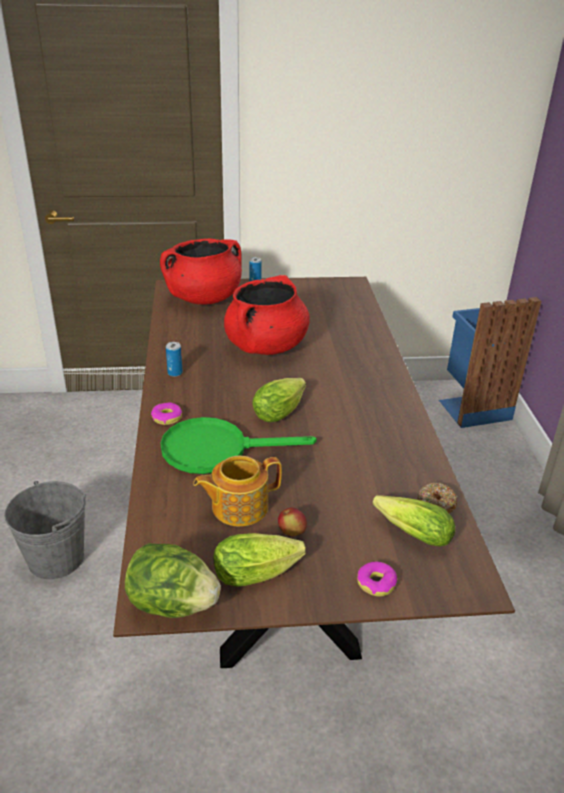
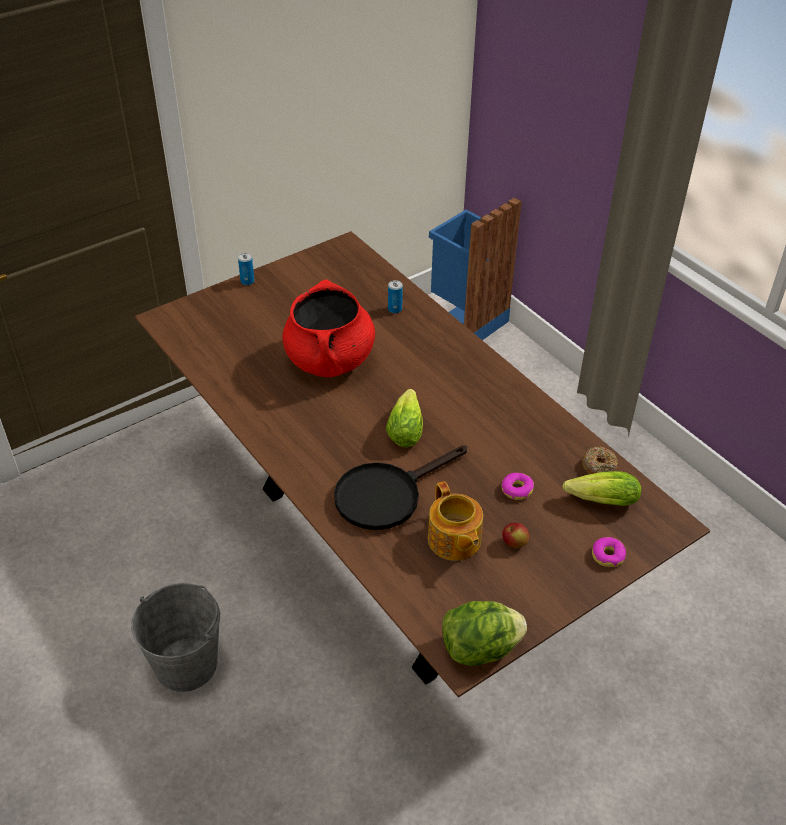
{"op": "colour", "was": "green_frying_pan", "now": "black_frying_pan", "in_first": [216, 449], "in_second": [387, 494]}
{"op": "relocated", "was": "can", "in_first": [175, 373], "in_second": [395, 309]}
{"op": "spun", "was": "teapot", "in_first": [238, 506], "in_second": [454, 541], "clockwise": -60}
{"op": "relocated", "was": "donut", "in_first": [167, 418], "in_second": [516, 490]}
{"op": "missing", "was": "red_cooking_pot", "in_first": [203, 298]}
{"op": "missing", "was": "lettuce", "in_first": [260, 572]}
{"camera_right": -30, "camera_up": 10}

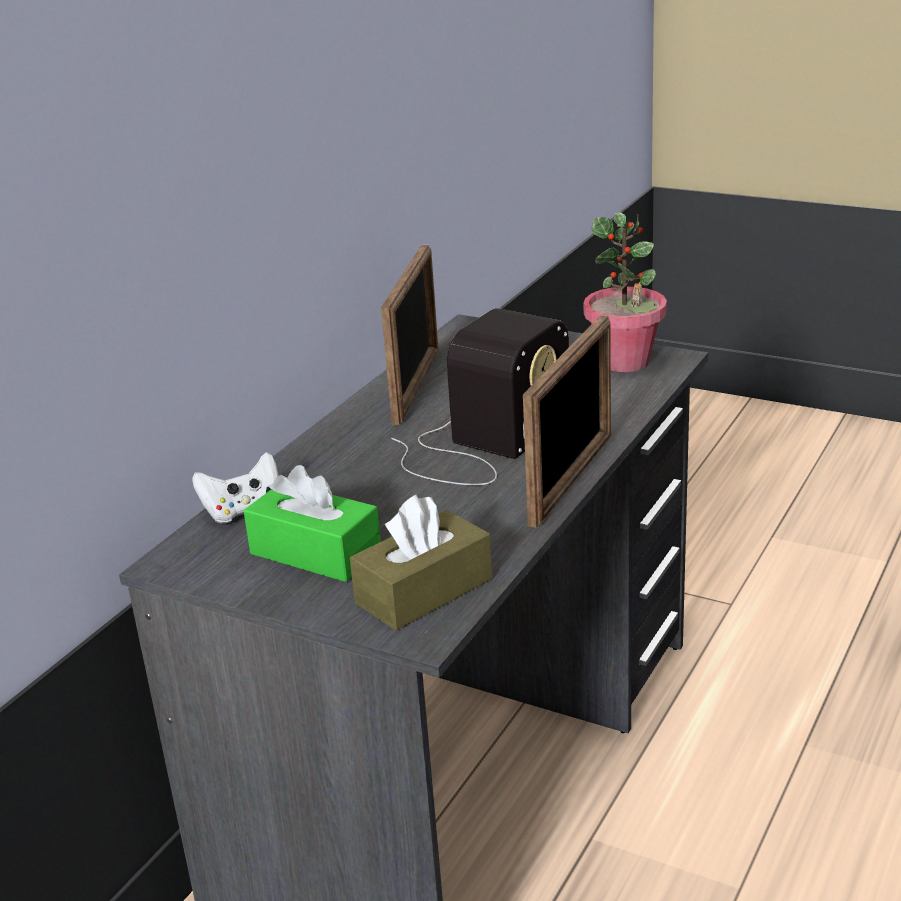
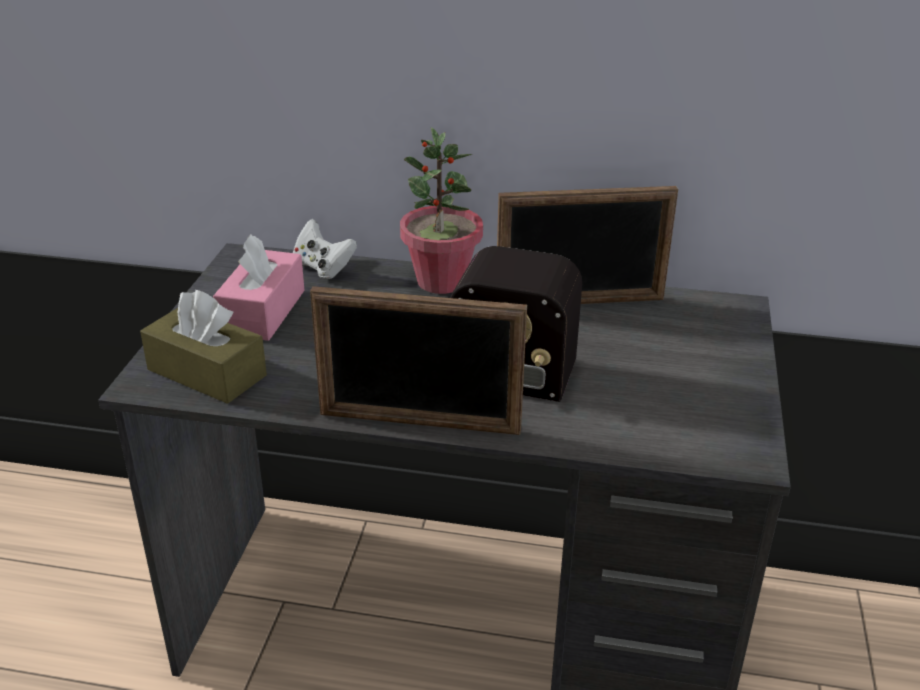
{"op": "colour", "was": "green_tissue_box", "now": "pink_tissue_box", "in_first": [315, 552], "in_second": [262, 312]}
{"op": "relocated", "was": "potted_plant", "in_first": [625, 362], "in_second": [441, 282]}
{"camera_right": 70, "camera_up": 5}

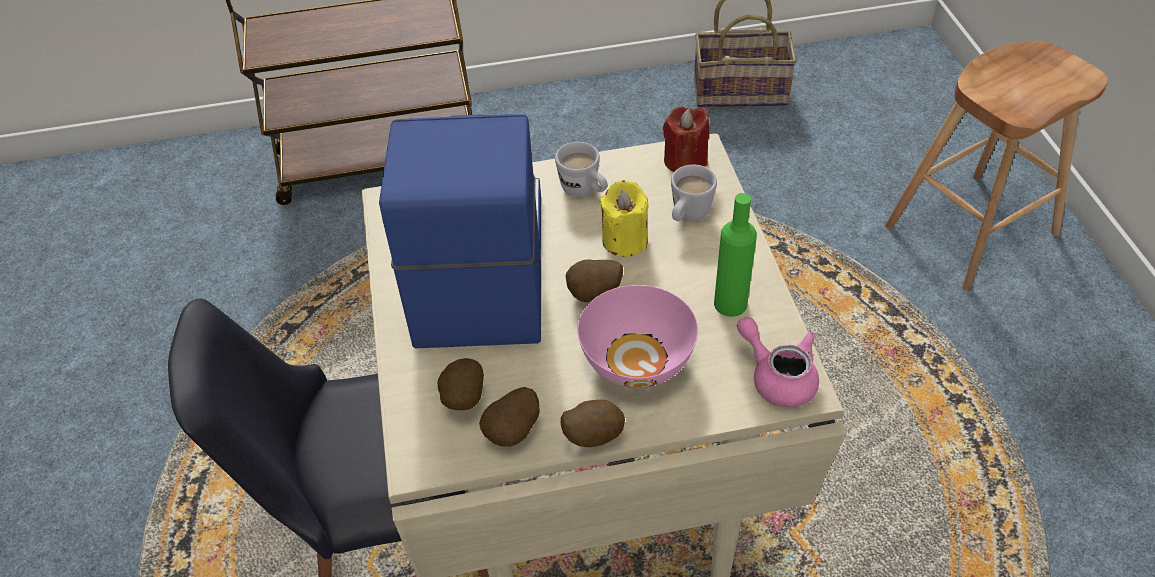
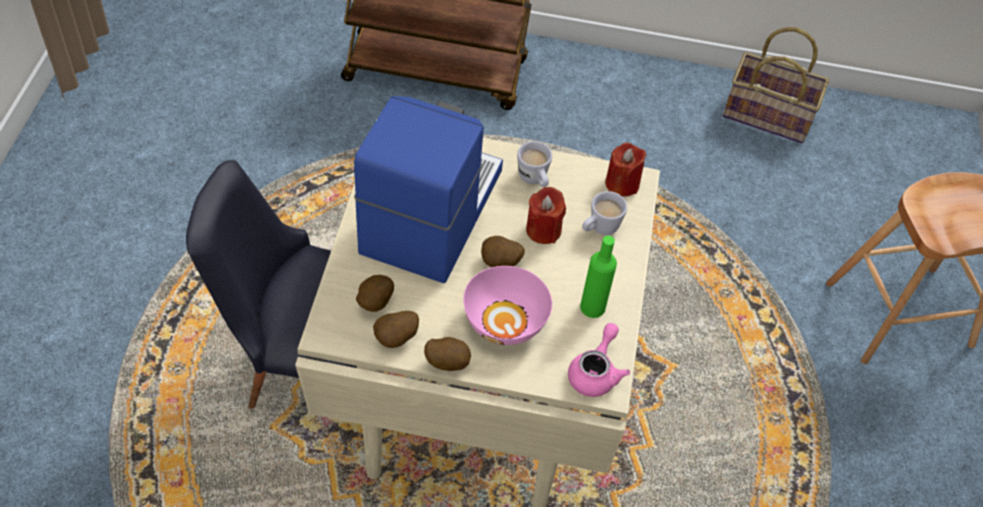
{"op": "colour", "was": "yellow_candle", "now": "red_candle", "in_first": [624, 240], "in_second": [543, 230]}
{"op": "spun", "was": "pink_teapot", "in_first": [778, 376], "in_second": [595, 372], "clockwise": 45}
{"camera_right": 15, "camera_up": 5}

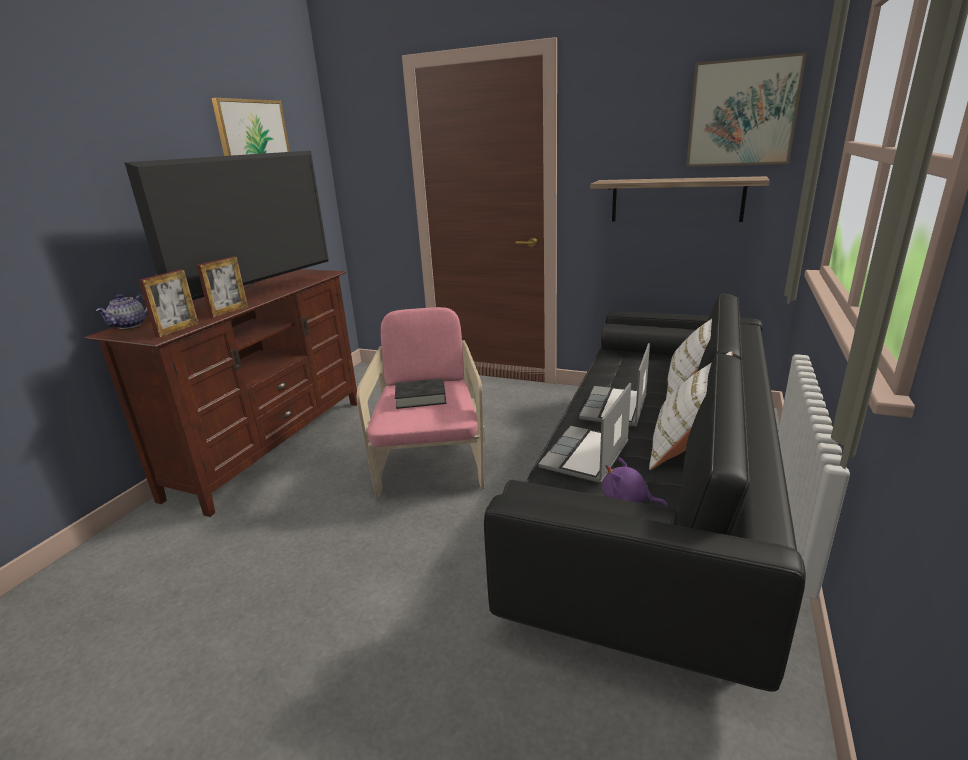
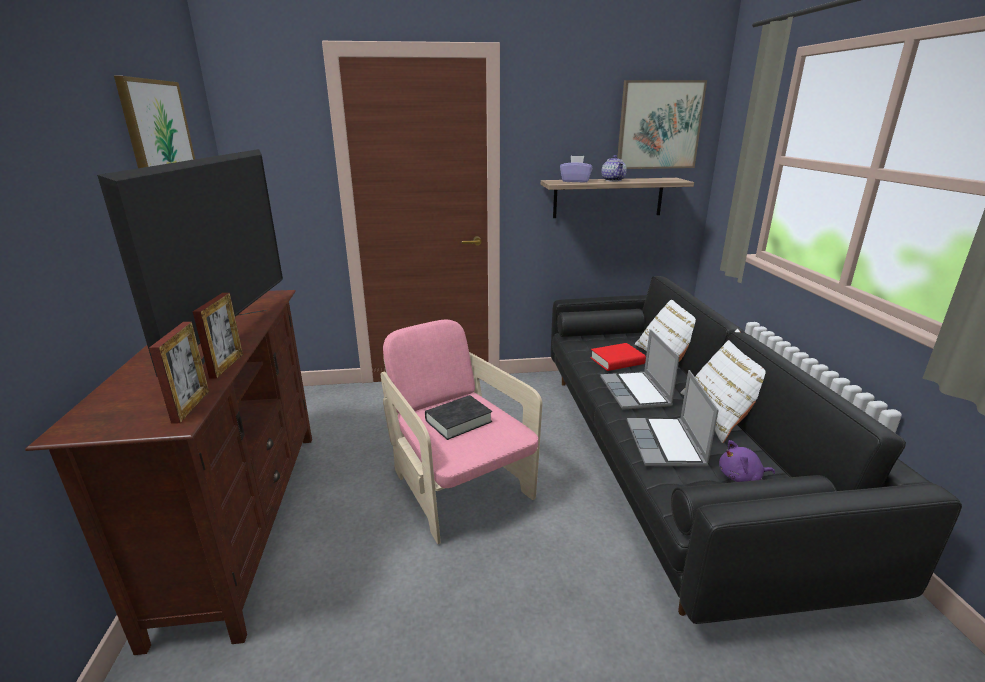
{"op": "appeared", "now": "purple_tissue_box", "in_second": [575, 181]}
{"op": "appeared", "now": "red_book", "in_second": [617, 361]}
{"op": "relocated", "was": "teapot", "in_first": [130, 325], "in_second": [613, 180]}
{"camera_right": -30, "camera_up": 0}

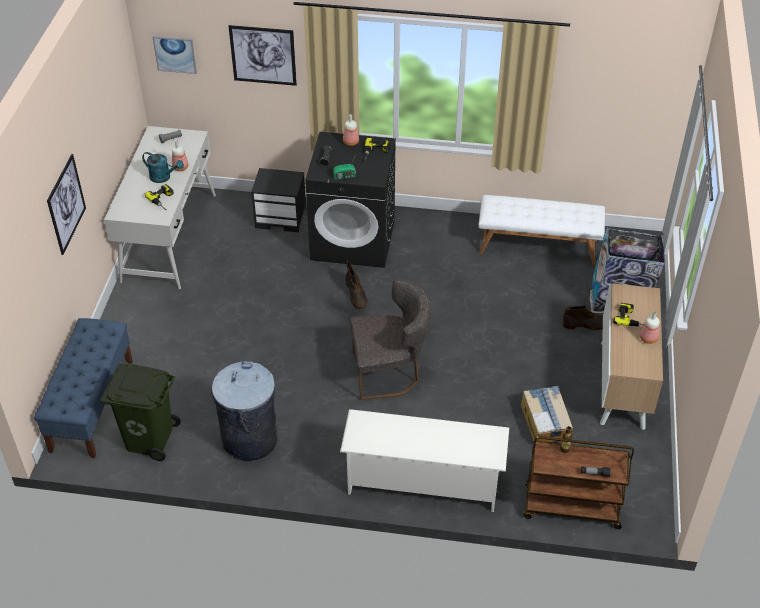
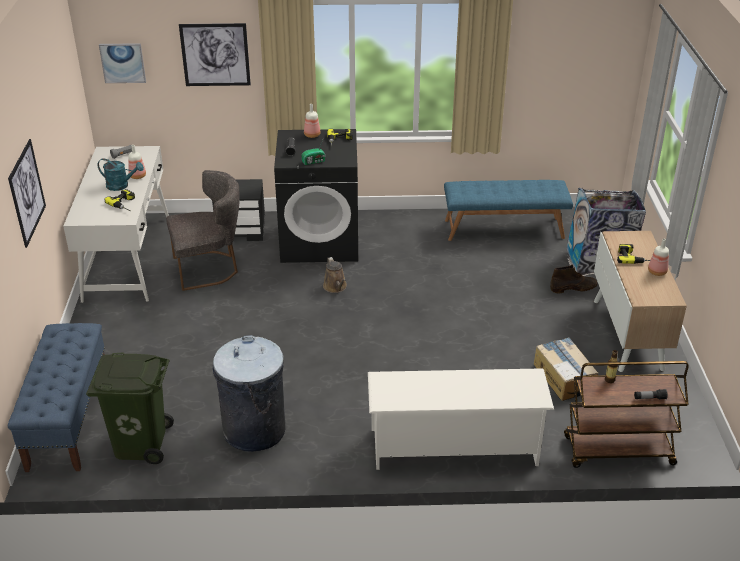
{"op": "relocated", "was": "grey_chair", "in_first": [389, 372], "in_second": [209, 268]}
{"op": "exchanged", "was": "brown_boot", "now": "brown_watering_can", "in_first": [356, 295], "in_second": [335, 287]}
{"op": "colour", "was": "white_bench", "now": "blue_bench", "in_first": [538, 246], "in_second": [504, 228]}
{"camera_right": -10, "camera_up": -10}

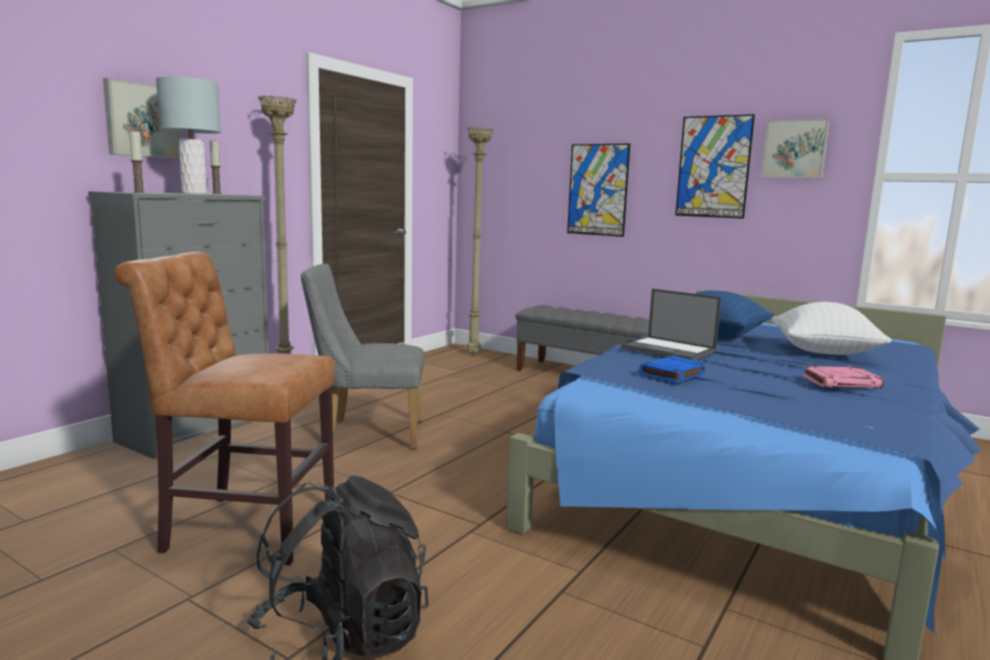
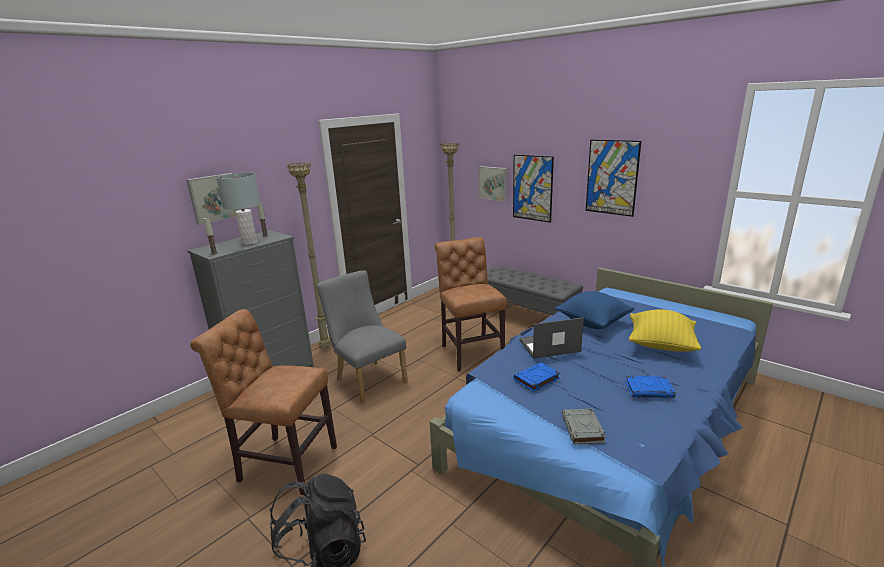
{"op": "spun", "was": "grey_chair", "in_first": [366, 433], "in_second": [368, 379], "clockwise": 45}
{"op": "appeared", "now": "brown_chair", "in_second": [471, 352]}
{"op": "relocated", "was": "picture", "in_first": [795, 149], "in_second": [493, 183]}
{"op": "spun", "was": "laptop", "in_first": [669, 350], "in_second": [548, 346], "clockwise": 120}
{"op": "appeared", "now": "grey_book", "in_second": [583, 429]}
{"op": "colour", "was": "pink_book", "now": "blue_book", "in_first": [841, 382], "in_second": [649, 390]}
{"op": "colour", "was": "white_pillow", "now": "yellow_pillow", "in_first": [823, 353], "in_second": [660, 346]}
{"camera_right": 10, "camera_up": 10}

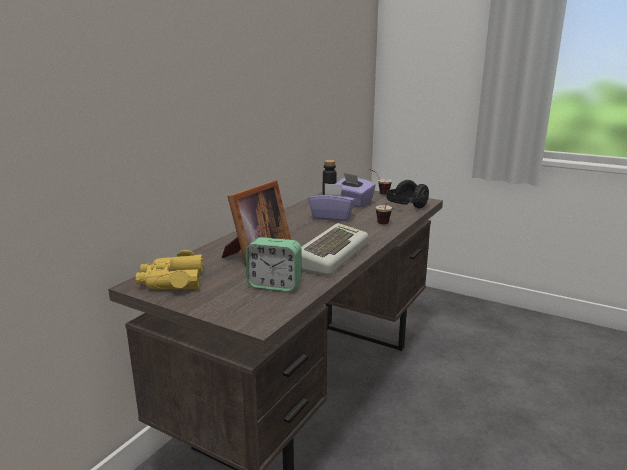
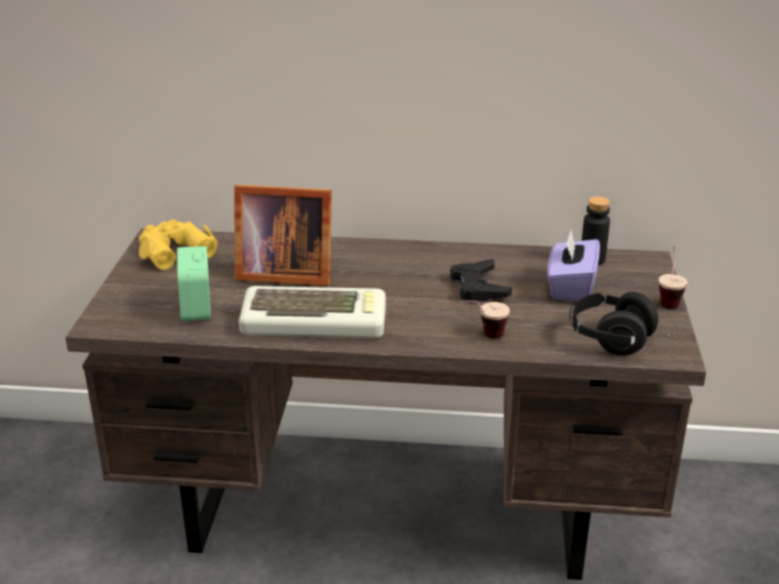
{"op": "exchanged", "was": "purple_tissue_box", "now": "black_game_controller", "in_first": [332, 217], "in_second": [478, 287]}
{"camera_right": 65, "camera_up": 10}

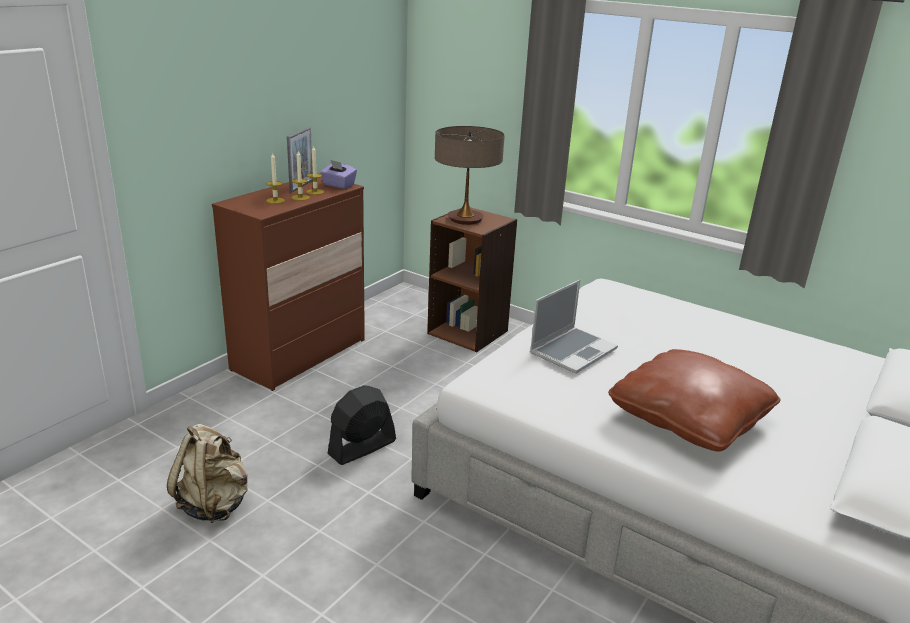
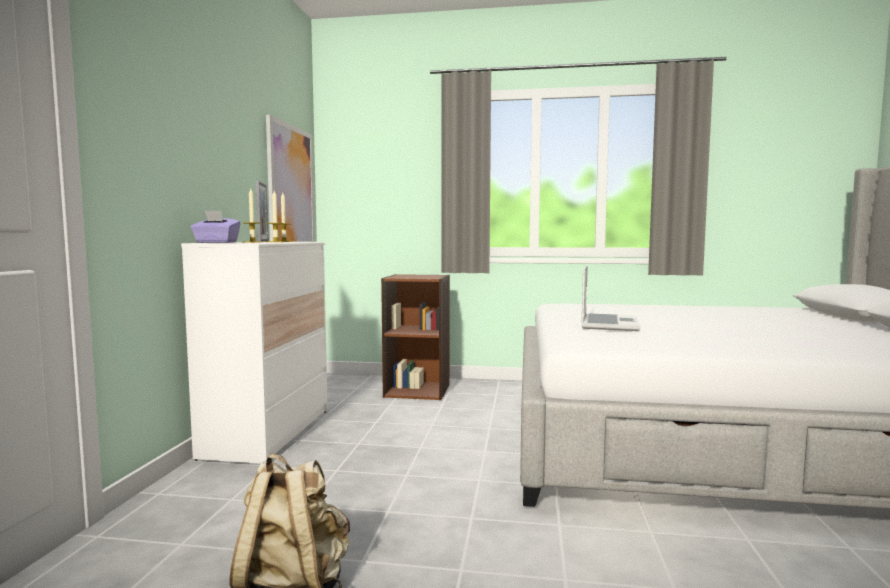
{"op": "colour", "was": "brown_dresser", "now": "white_dresser", "in_first": [299, 355], "in_second": [268, 433]}
{"op": "relocated", "was": "purple_tissue_box", "in_first": [338, 185], "in_second": [216, 242]}
{"op": "appeared", "now": "picture", "in_second": [291, 186]}
{"op": "missing", "was": "black_fan", "in_first": [362, 447]}
{"op": "missing", "was": "table_lamp", "in_first": [465, 219]}
{"op": "missing", "was": "brown_pillow", "in_first": [688, 418]}
{"camera_right": -25, "camera_up": -20}

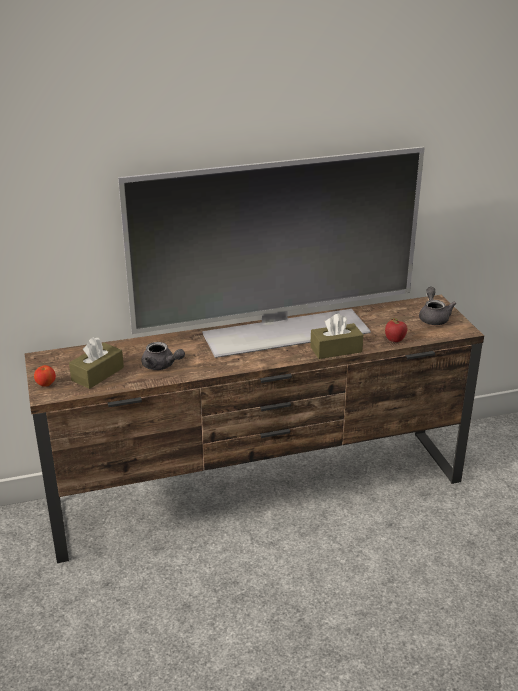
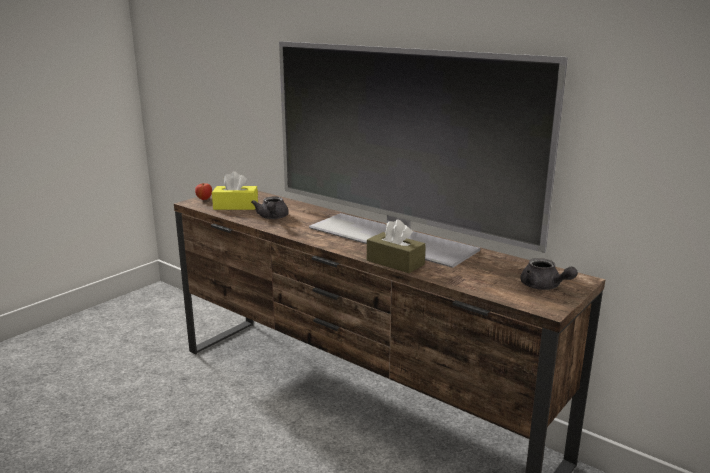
{"op": "colour", "was": "brown_tissue_box", "now": "yellow_tissue_box", "in_first": [97, 374], "in_second": [235, 206]}
{"op": "spun", "was": "grey_teapot", "in_first": [433, 317], "in_second": [544, 287], "clockwise": 90}
{"op": "missing", "was": "apple", "in_first": [394, 340]}
{"camera_right": 55, "camera_up": -10}

